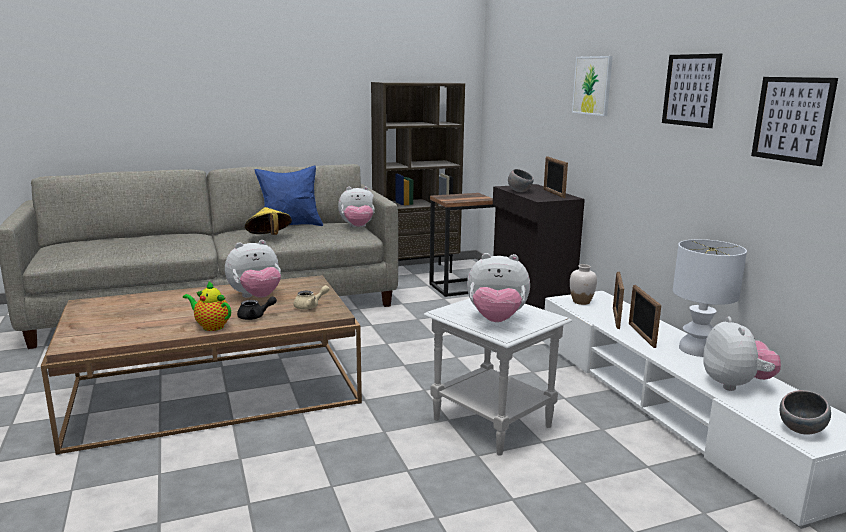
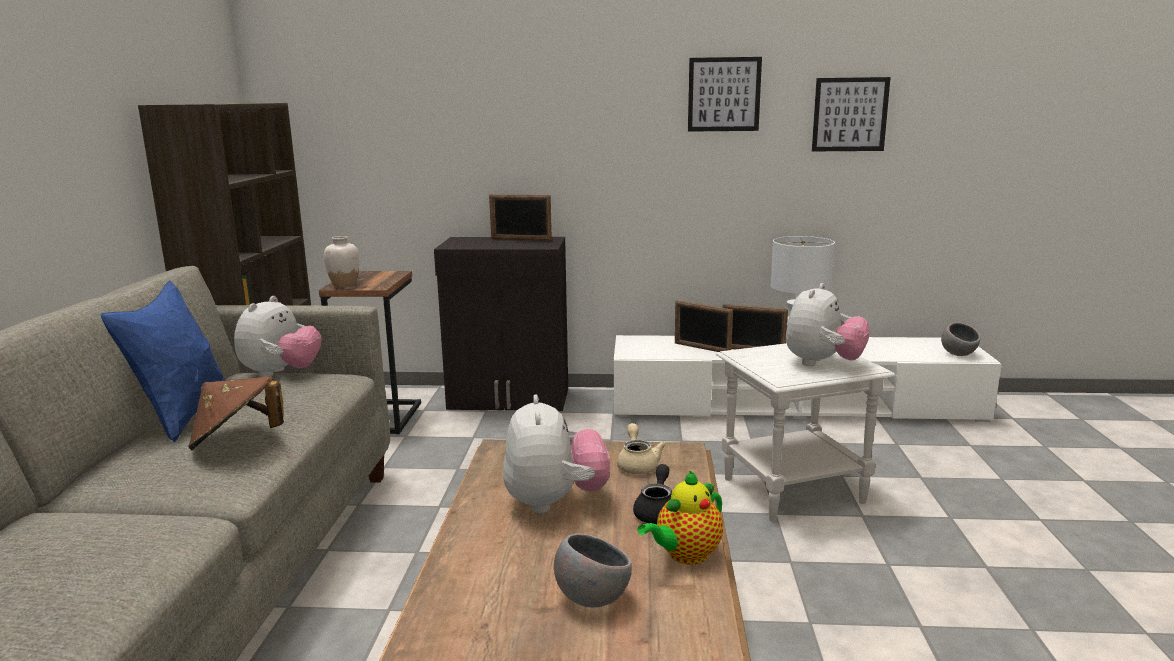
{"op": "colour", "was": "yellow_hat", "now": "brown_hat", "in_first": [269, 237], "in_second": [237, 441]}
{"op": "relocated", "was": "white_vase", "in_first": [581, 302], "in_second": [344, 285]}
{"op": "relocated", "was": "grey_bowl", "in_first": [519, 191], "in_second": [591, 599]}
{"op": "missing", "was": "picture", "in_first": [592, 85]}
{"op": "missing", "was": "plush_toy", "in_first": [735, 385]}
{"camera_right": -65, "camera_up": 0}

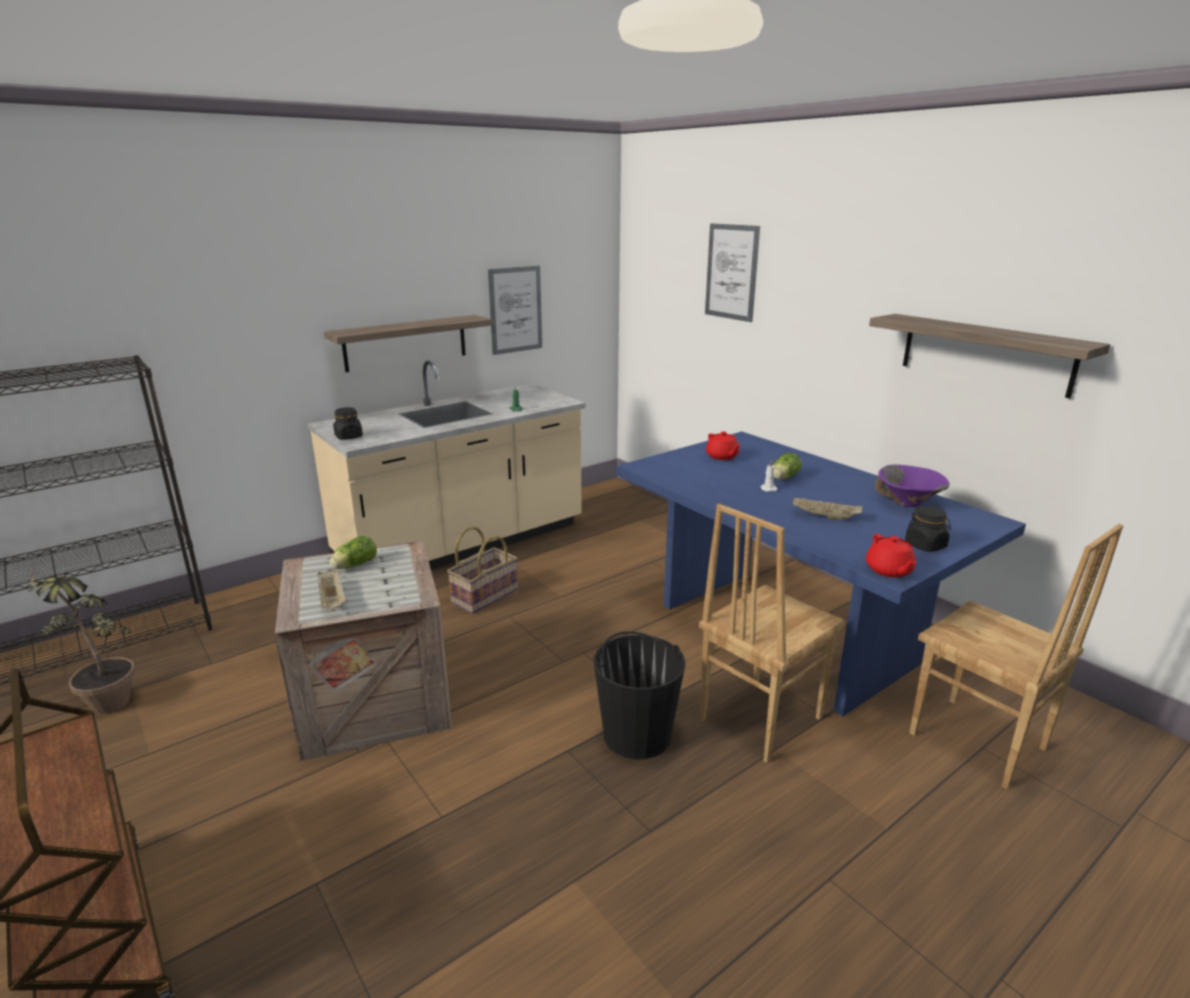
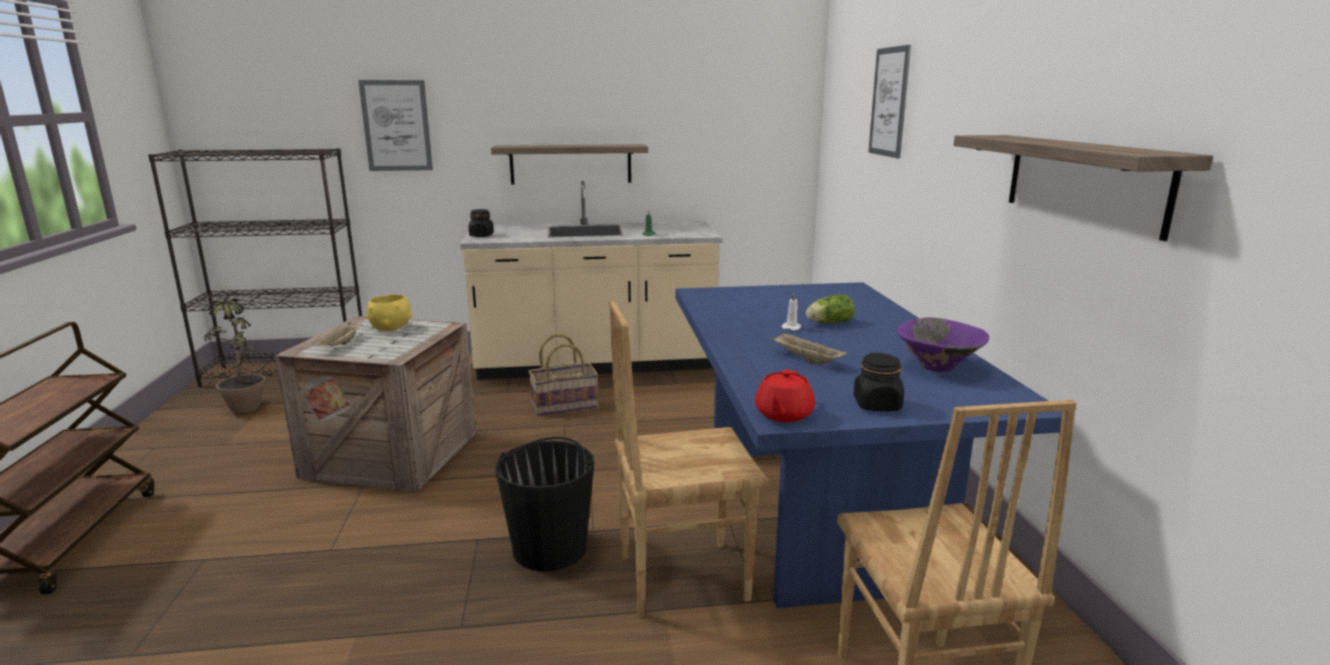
{"op": "relocated", "was": "picture", "in_first": [515, 310], "in_second": [396, 126]}
{"op": "exchanged", "was": "lettuce", "now": "yellow_bowl", "in_first": [353, 565], "in_second": [391, 328]}
{"op": "missing", "was": "red_teapot", "in_first": [722, 457]}
{"camera_right": 30, "camera_up": -5}

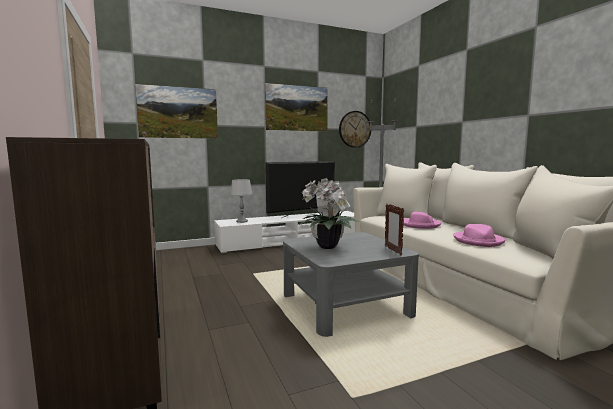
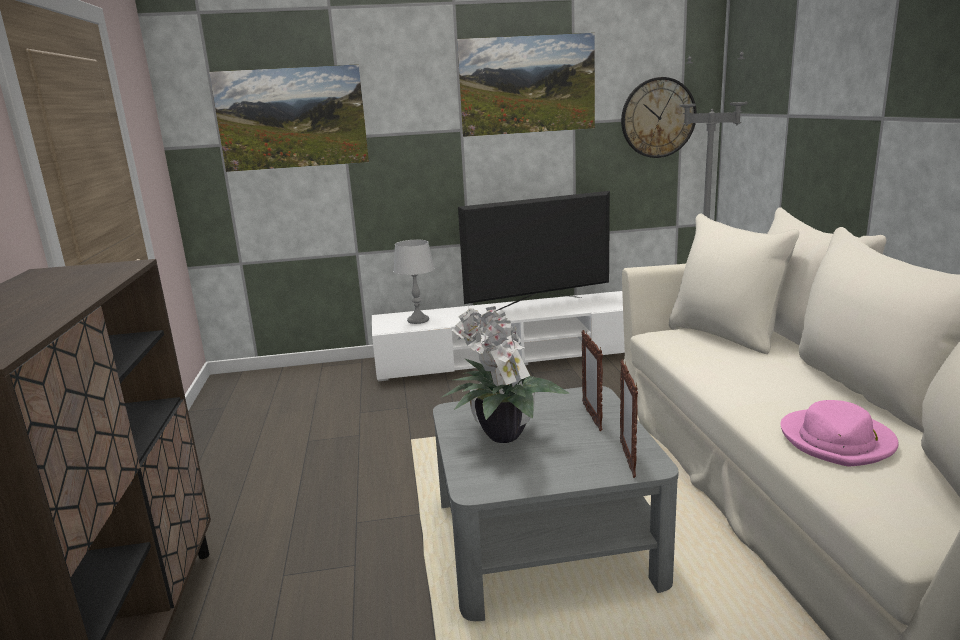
{"op": "appeared", "now": "picture_frame", "in_second": [592, 417]}
{"op": "missing", "was": "pink_hat", "in_first": [420, 225]}
{"camera_right": 15, "camera_up": 10}

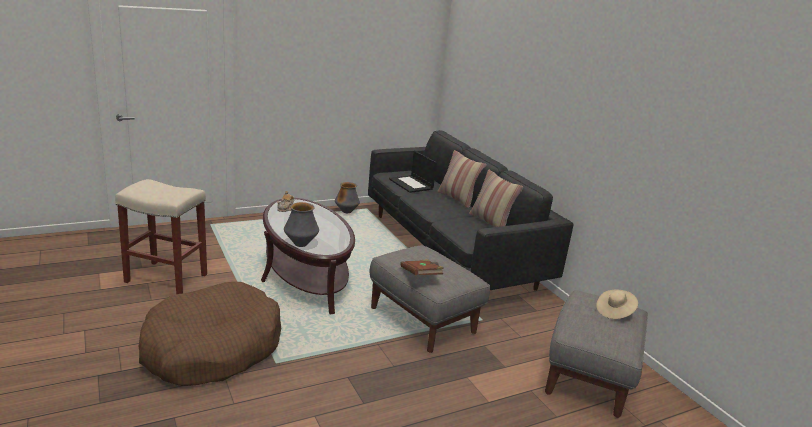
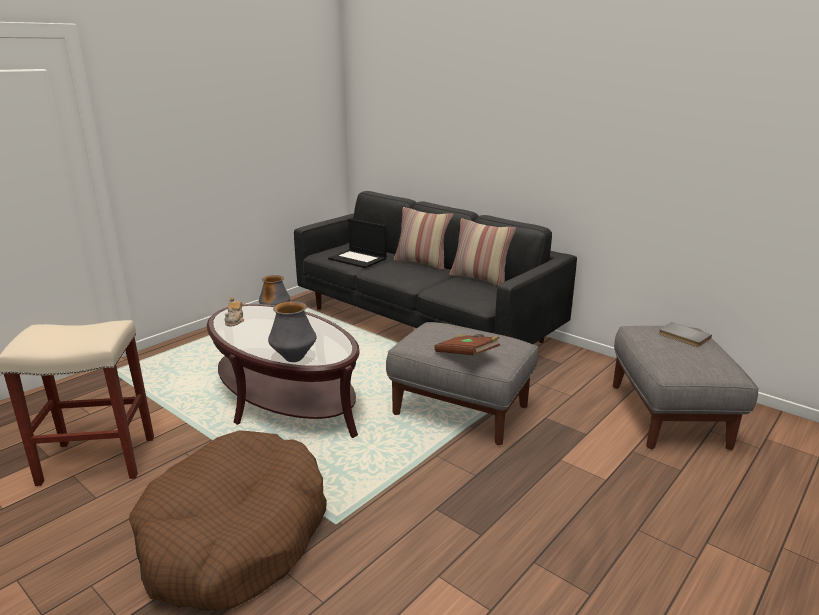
{"op": "exchanged", "was": "beige_hat", "now": "grey_book", "in_first": [614, 312], "in_second": [683, 337]}
{"camera_right": -20, "camera_up": 0}

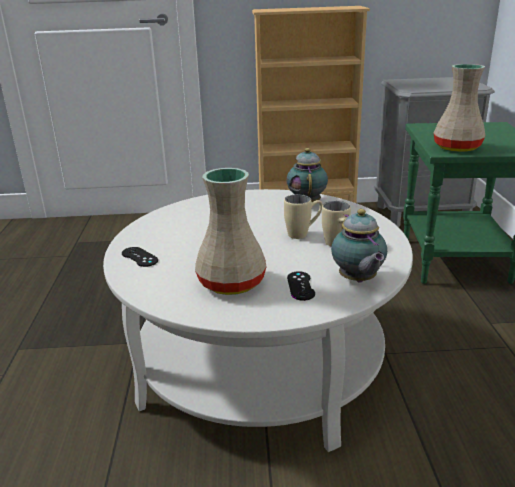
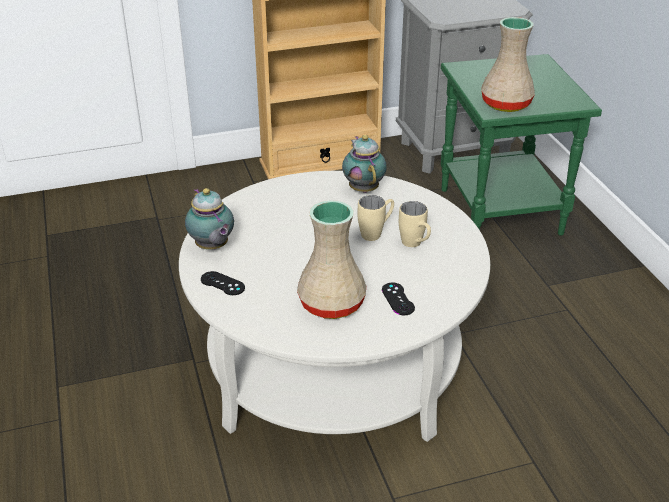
{"op": "relocated", "was": "teapot", "in_first": [357, 280], "in_second": [212, 247]}
{"camera_right": -15, "camera_up": 10}

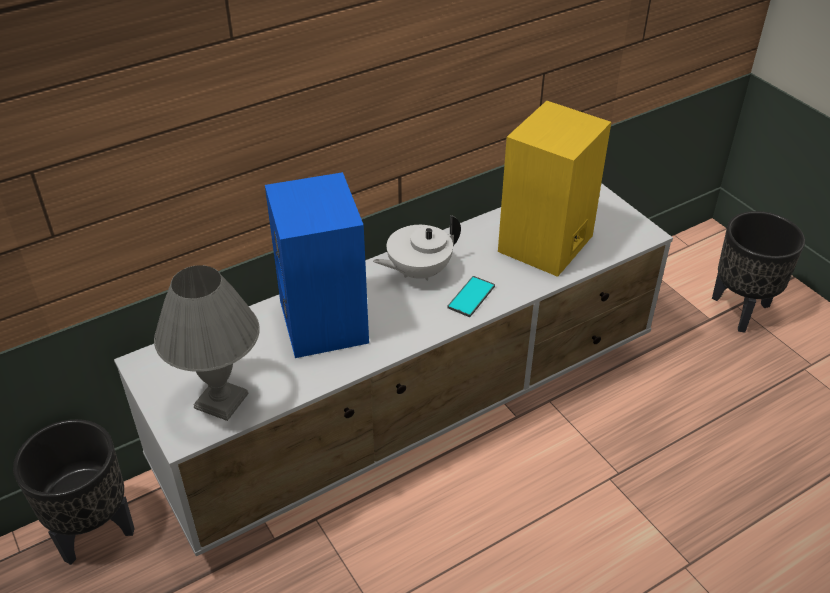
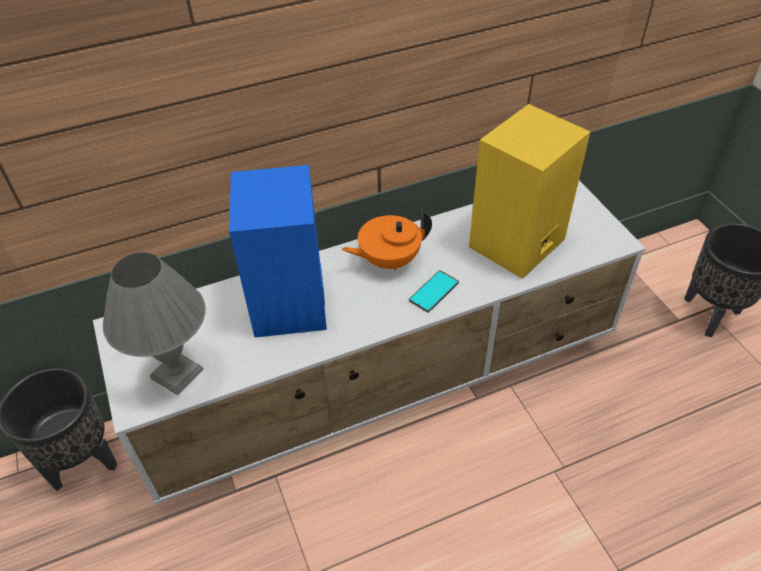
{"op": "colour", "was": "white_teapot", "now": "orange_teapot", "in_first": [418, 271], "in_second": [388, 260]}
{"camera_right": 10, "camera_up": 5}

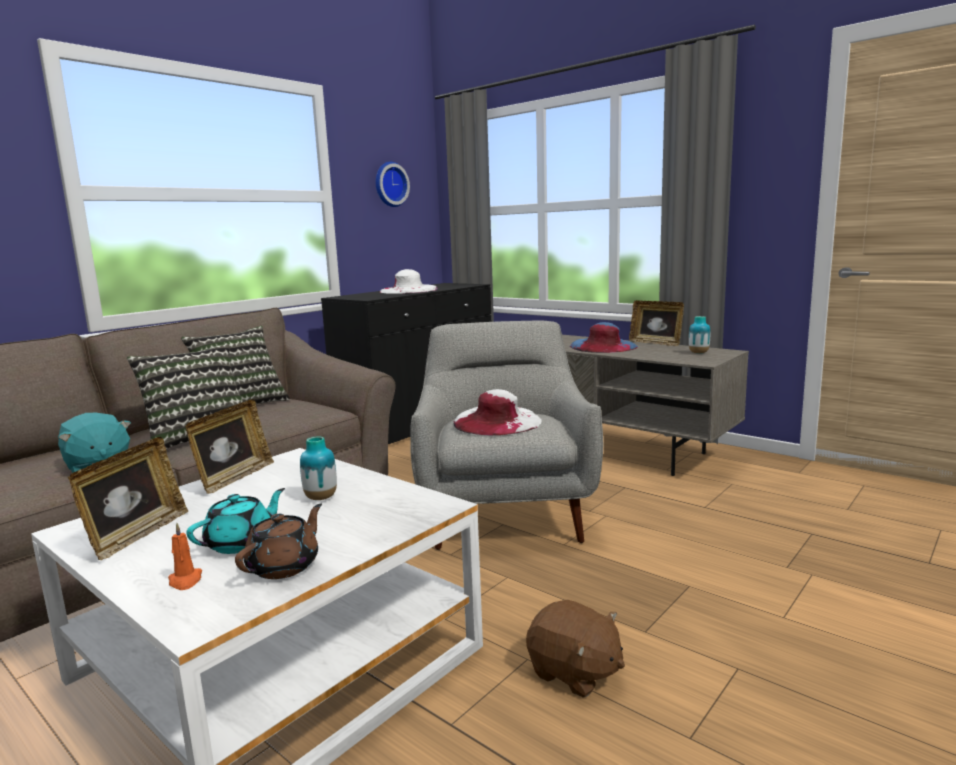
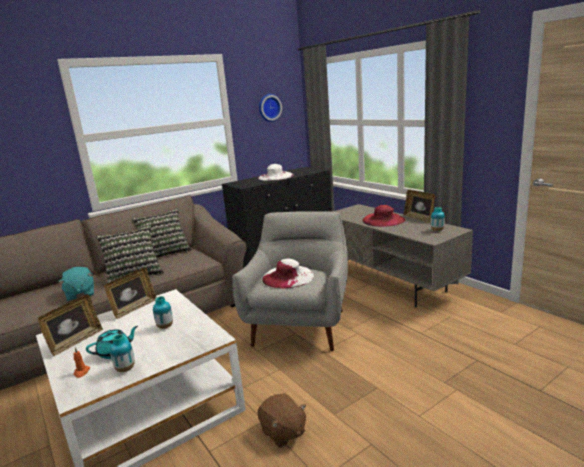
{"op": "exchanged", "was": "brown_teapot", "now": "vase", "in_first": [285, 566], "in_second": [125, 369]}
{"op": "colour", "was": "blue_hat", "now": "red_hat", "in_first": [603, 346], "in_second": [383, 220]}
{"camera_right": 15, "camera_up": 5}

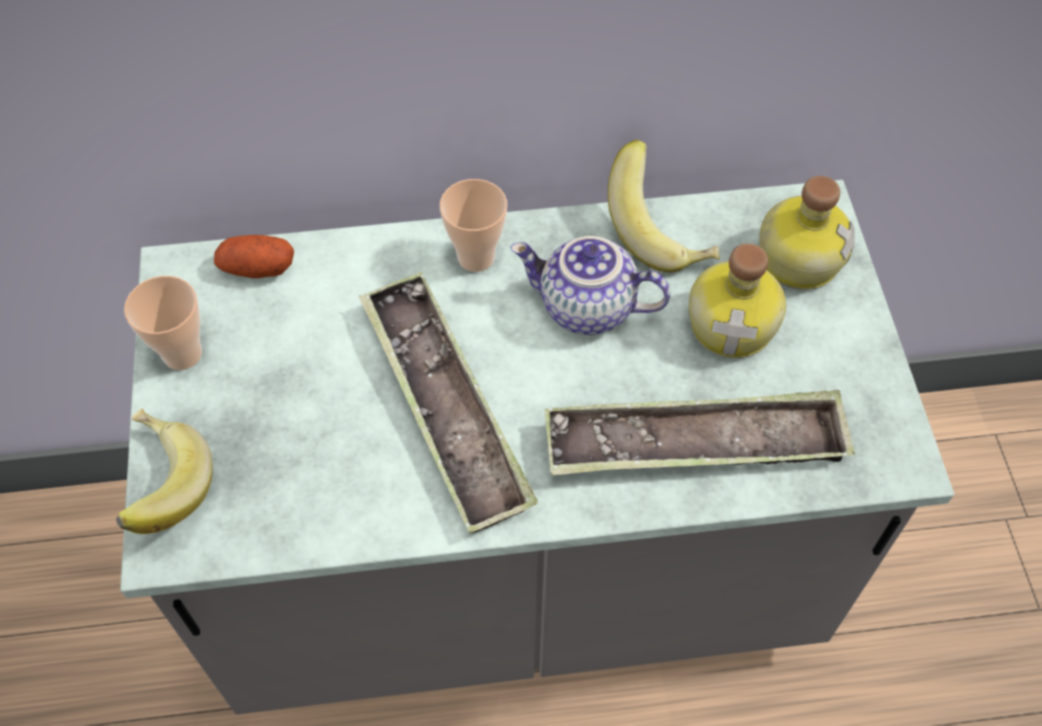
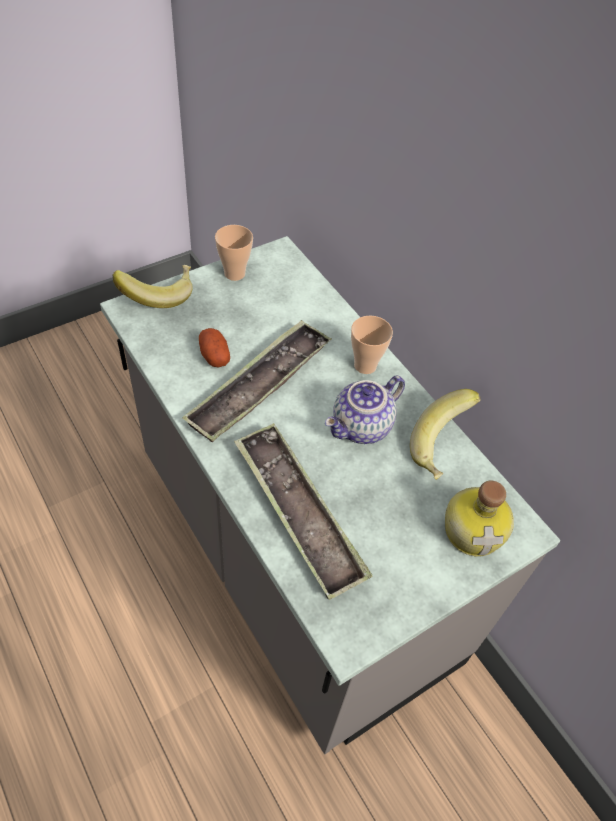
{"op": "relocated", "was": "potato", "in_first": [257, 268], "in_second": [214, 355]}
{"op": "spun", "was": "teapot", "in_first": [585, 309], "in_second": [362, 428], "clockwise": -120}
{"op": "missing", "was": "bottle", "in_first": [734, 324]}
{"camera_right": 60, "camera_up": -5}

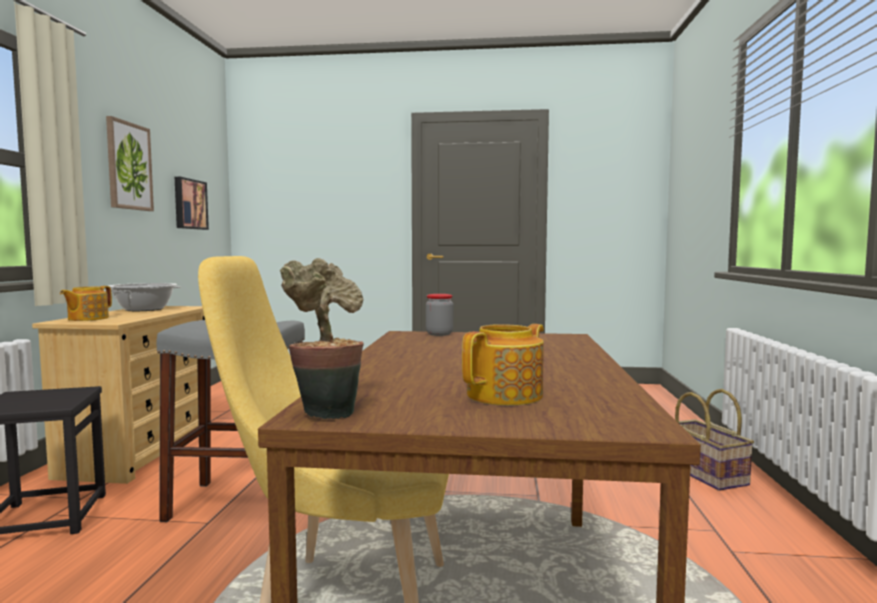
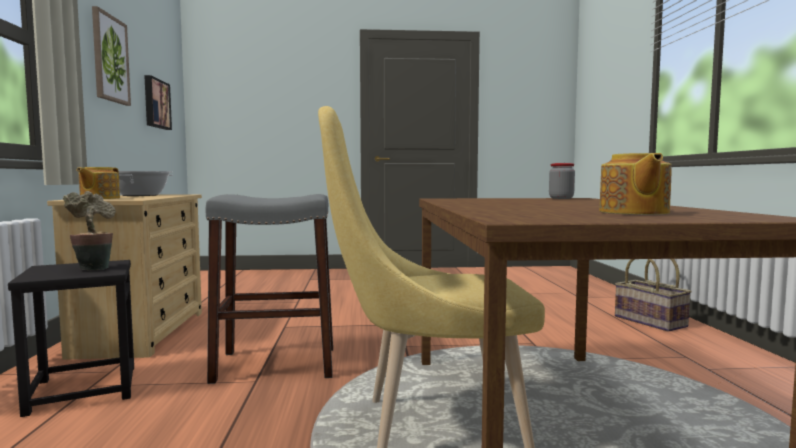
{"op": "relocated", "was": "potted_plant", "in_first": [326, 411], "in_second": [93, 268]}
{"op": "relocated", "was": "jar", "in_first": [439, 334], "in_second": [561, 198]}
{"op": "spun", "was": "teapot", "in_first": [506, 395], "in_second": [633, 212], "clockwise": 150}
{"camera_right": -10, "camera_up": 0}

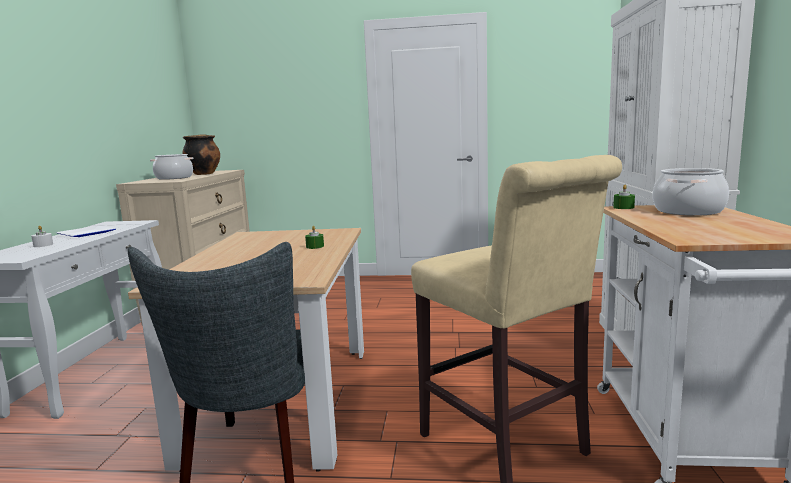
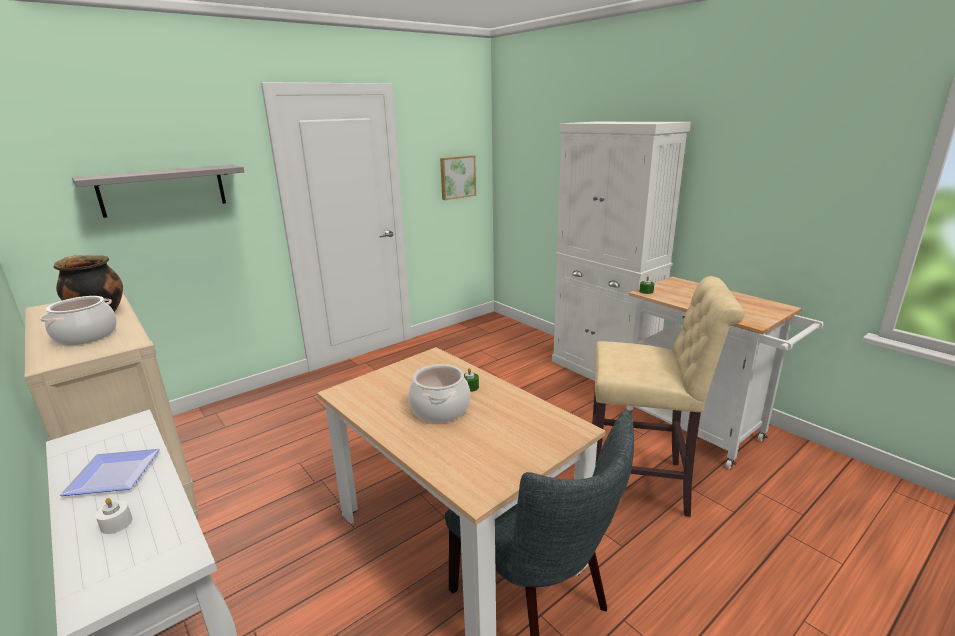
{"op": "appeared", "now": "grey_shelf", "in_second": [163, 190]}
{"op": "relocated", "was": "cooking_pot", "in_first": [688, 211], "in_second": [440, 409]}
{"op": "appeared", "now": "picture", "in_second": [457, 177]}
{"camera_right": -45, "camera_up": 10}

